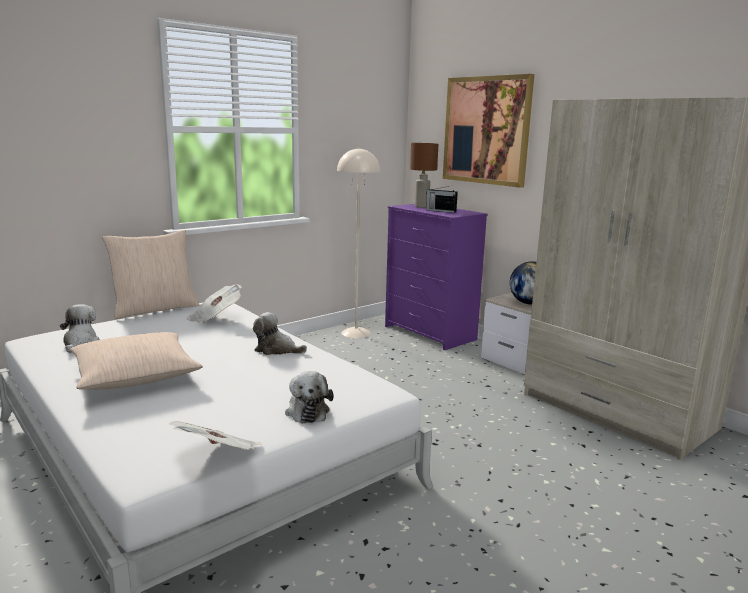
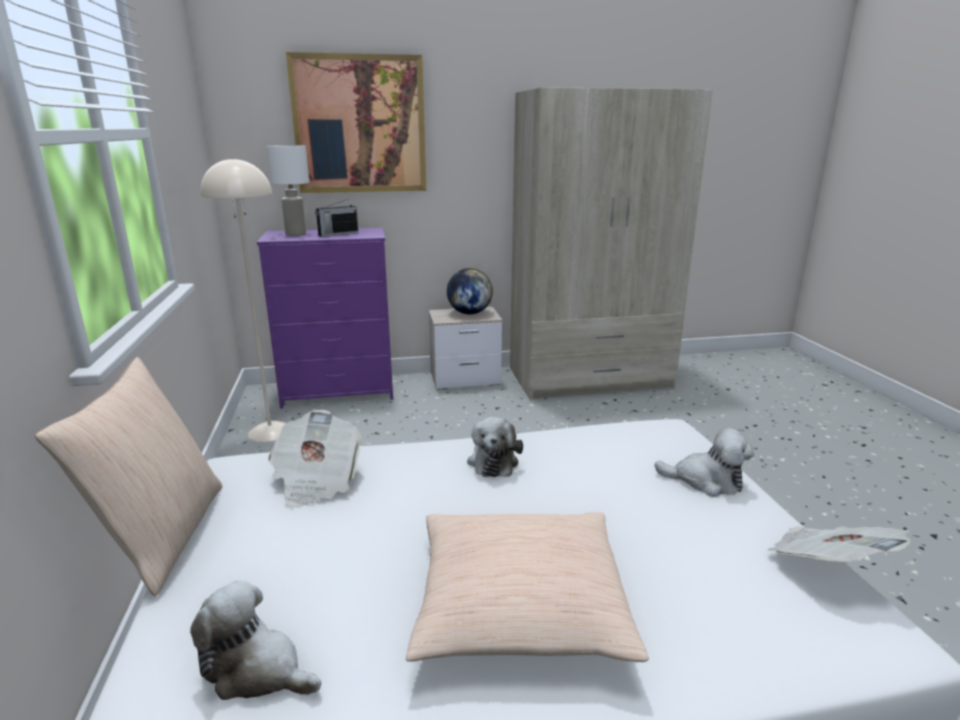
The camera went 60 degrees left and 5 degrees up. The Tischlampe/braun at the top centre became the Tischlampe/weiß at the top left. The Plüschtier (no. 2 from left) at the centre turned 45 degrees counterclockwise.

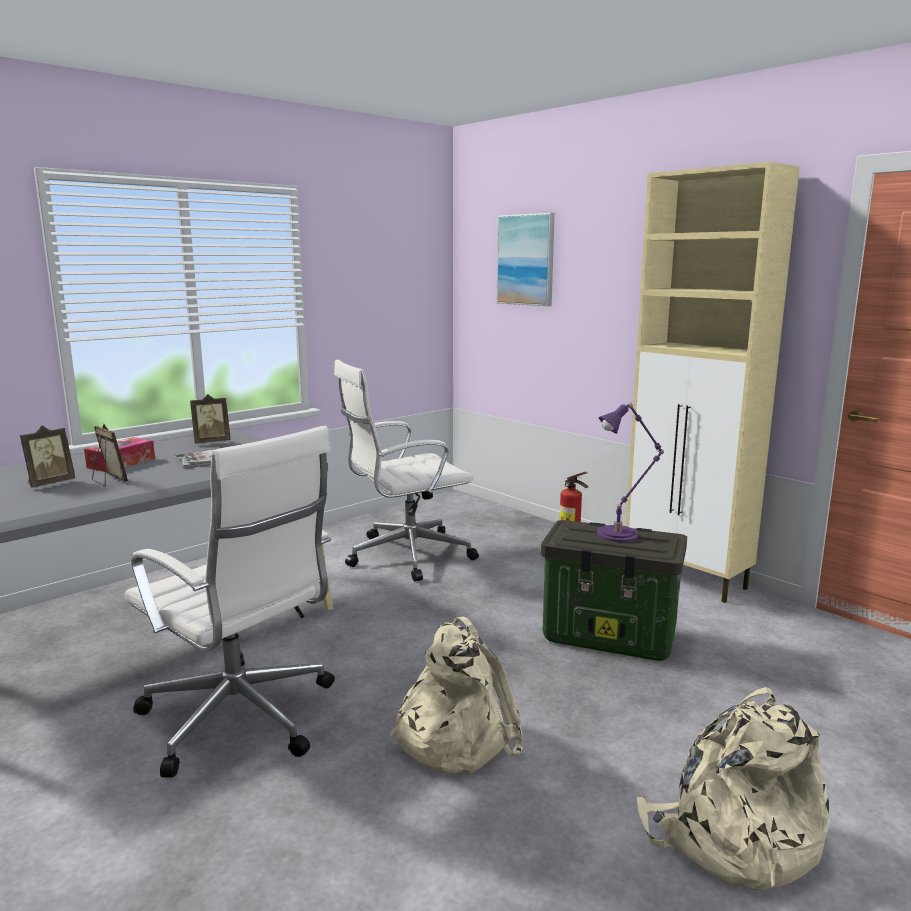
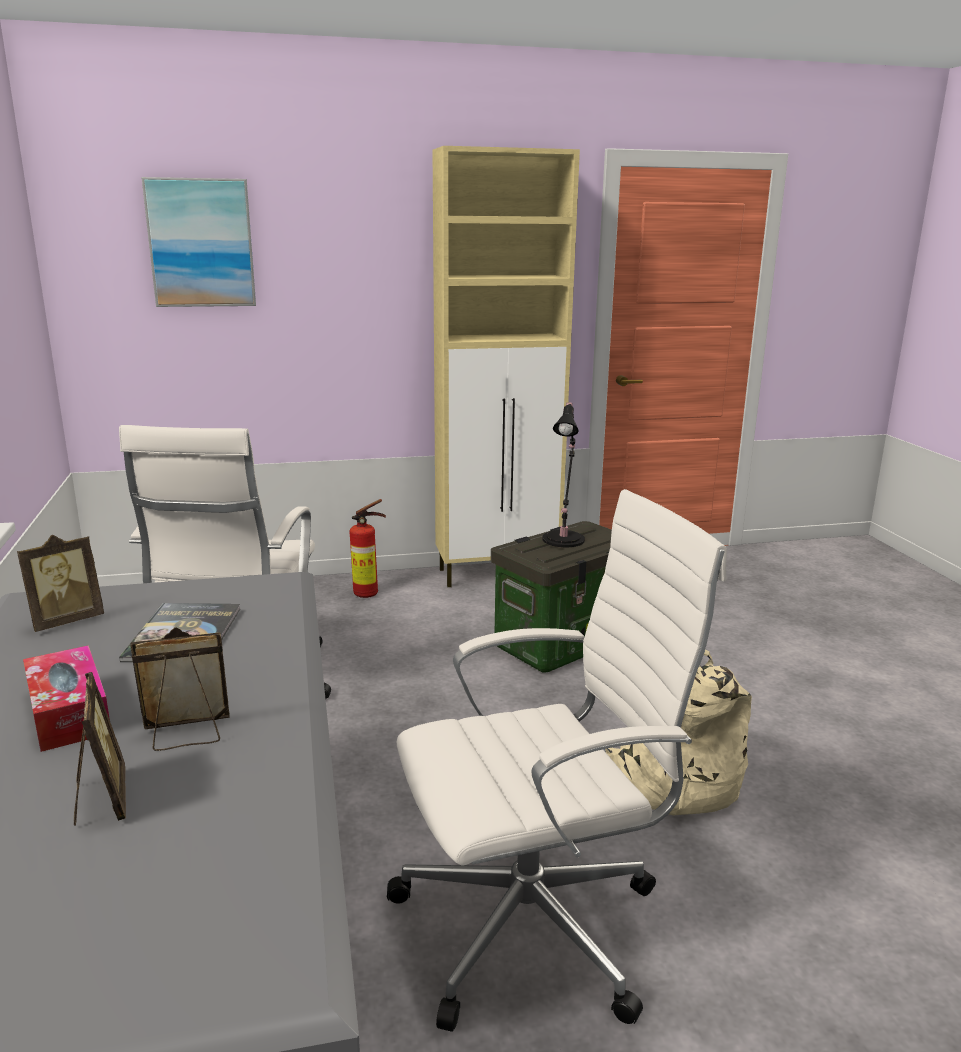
The camera went 60 degrees left and 5 degrees up. The Bilderrahmen (no. 3 from left in the first image) at the middle left turned 45 degrees clockwise. The Tischlampe/lila at the middle right became the Tischlampe/schwarz at the centre. The Rucksack/beige (no. 2 from left) at the bottom right disappeared.

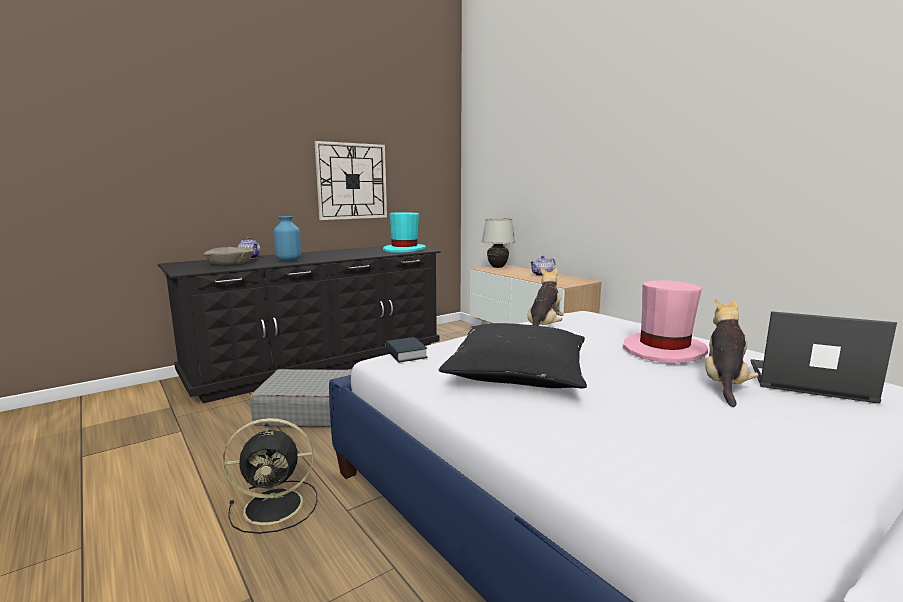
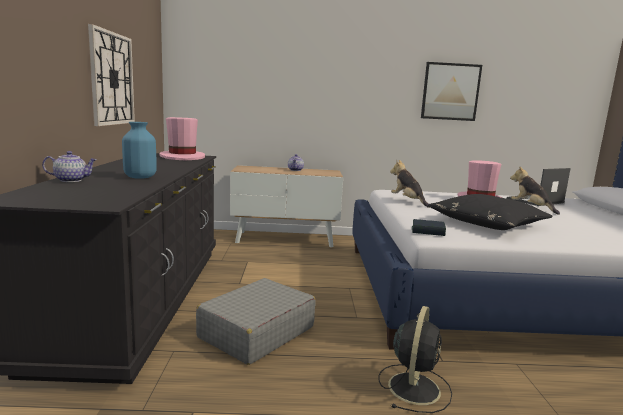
The camera went 55 degrees left and 0 degrees up. The Hut/türkis at the centre became the Hut/rosa (no. 1 from left) at the top left. The Bild at the top right appeared. The Schüssel/beige at the middle left disappeared. The Tischlampe/weiß at the centre disappeared.

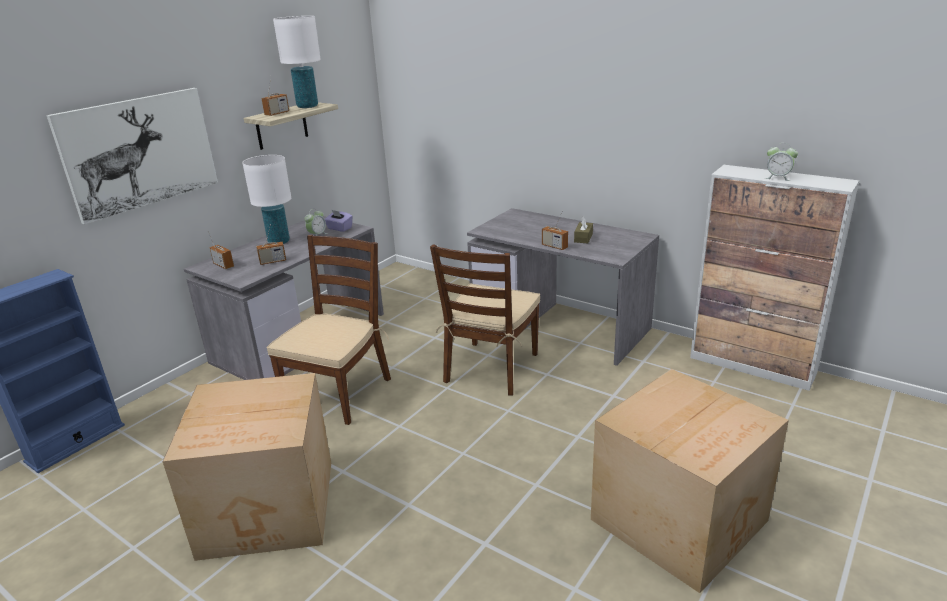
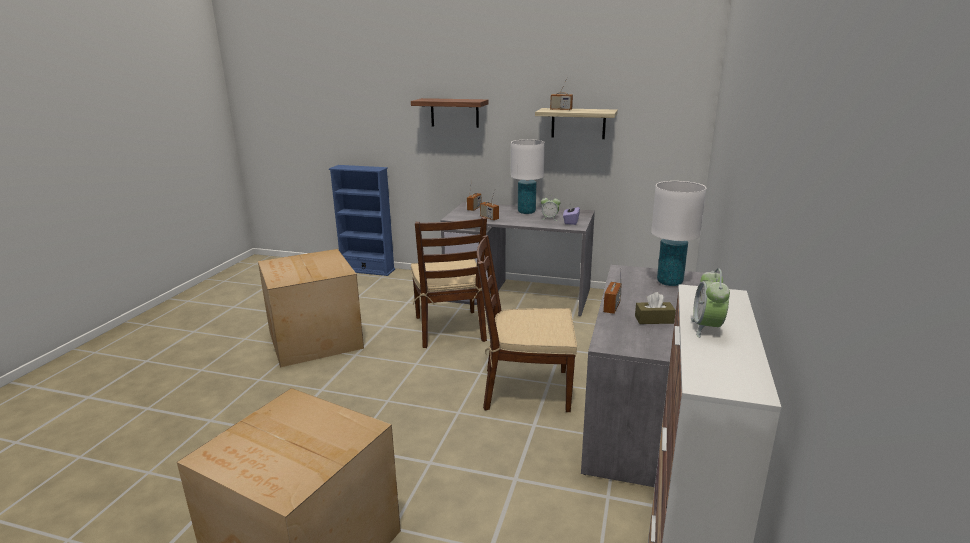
The camera went 70 degrees right and 5 degrees down. The Bild at the top left was replaced by the Wandregal (no. 1 from left) at the top centre. The Stuhl/braun (no. 1 from left) at the centre turned 75 degrees clockwise. The Tischlampe/weiß (no. 2 from left) moved from the top left to the middle right.

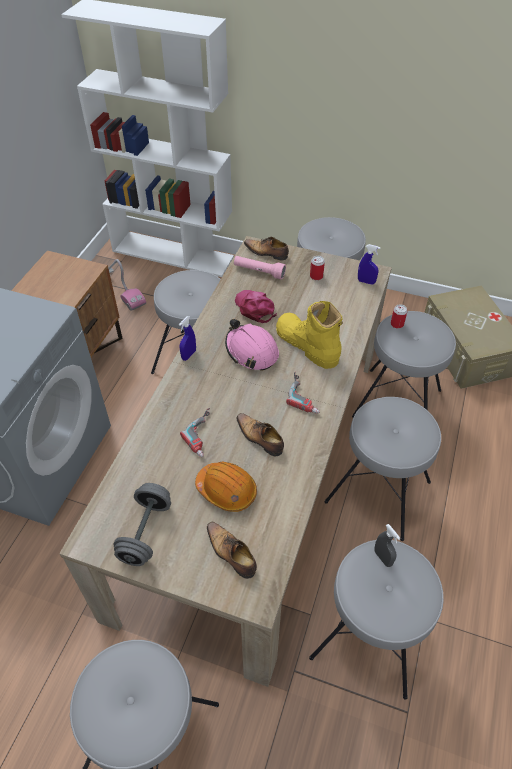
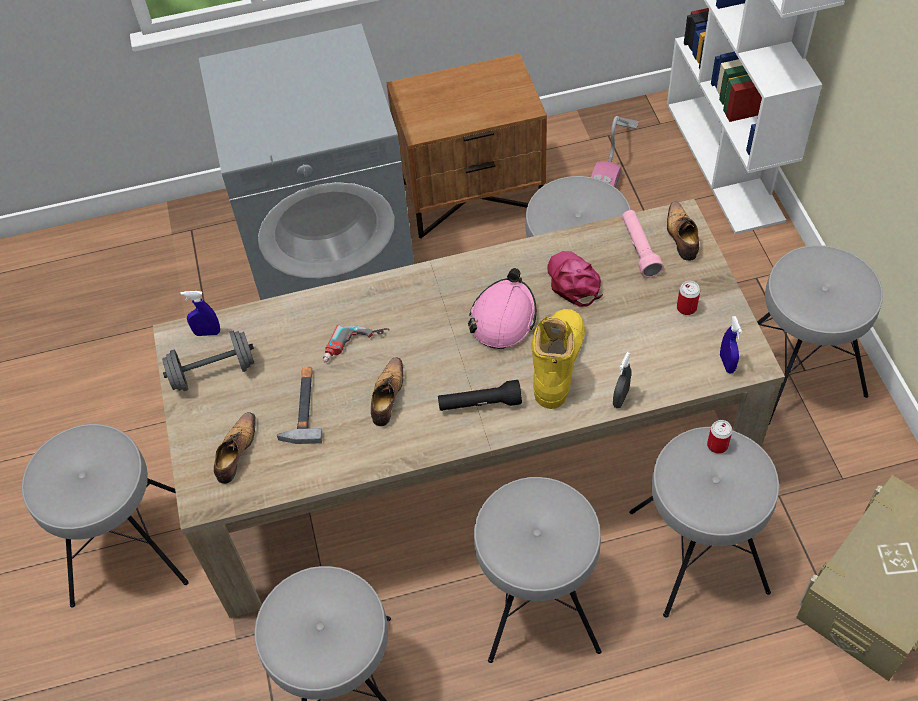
The camera went 60 degrees right and 5 degrees up. The Sprühflasche/blau (no. 1 from left) moved from the centre to the middle left. The Schutzhelm/orange at the centre was replaced by the Hammer at the middle left. The Bohrmaschine (no. 2 from left) at the centre was replaced by the Taschenlampe/schwarz at the centre. The Kappe/rosa at the centre turned 45 degrees counterclockwise. The Sprühflasche/grau moved from the bottom right to the middle right.

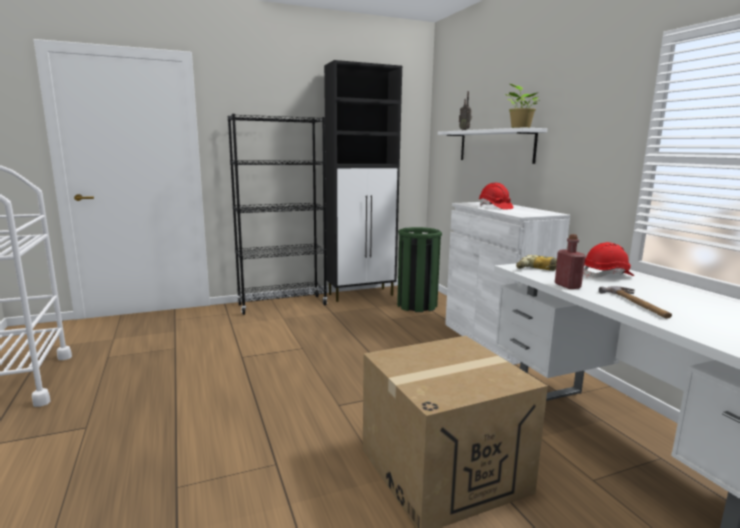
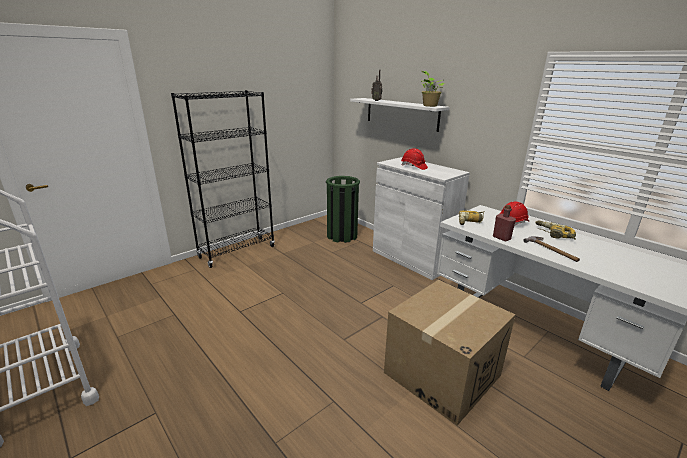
The camera went 20 degrees left and 10 degrees up. The Bohrmaschine (no. 2 from left) at the middle right appeared. The Schrank/schwarz at the centre disappeared.

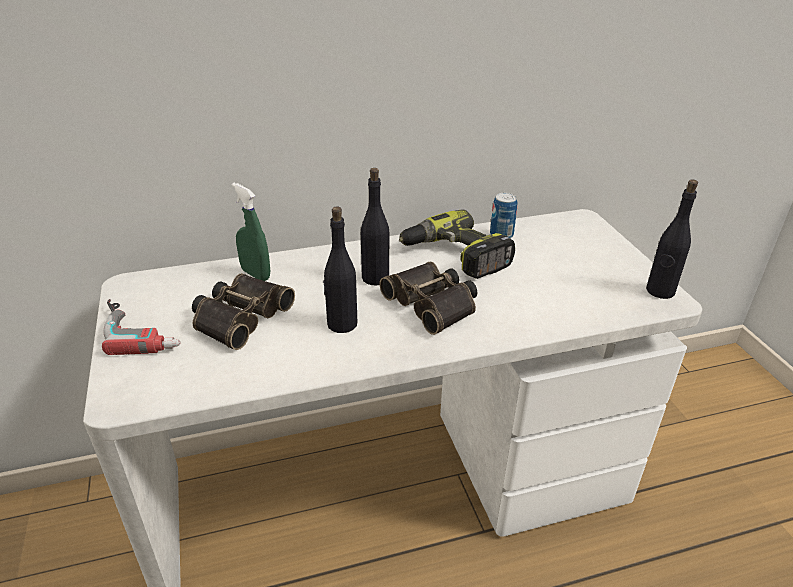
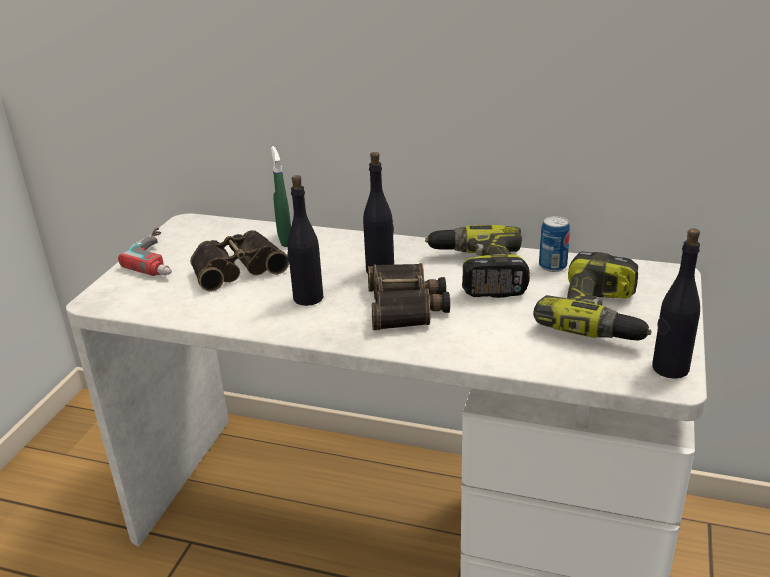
The camera went 35 degrees right and 5 degrees down. The Bohrmaschine (no. 3 from left) at the middle right appeared.

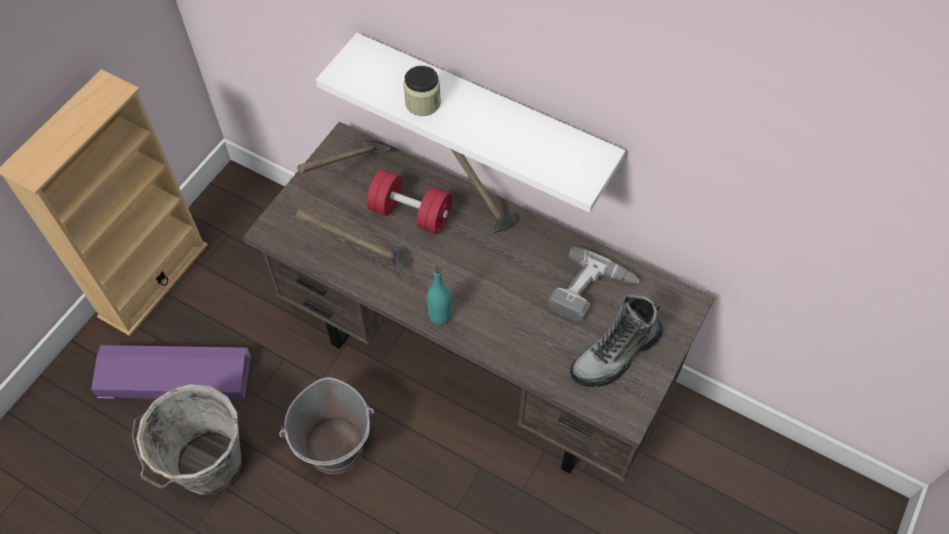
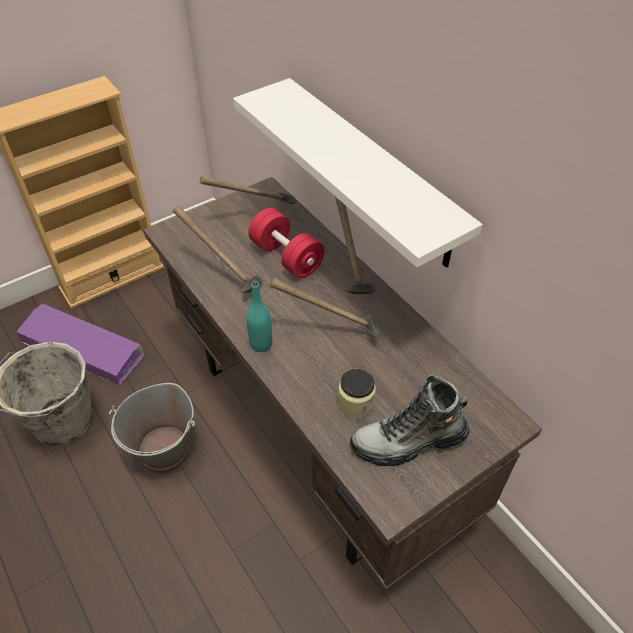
The camera went 25 degrees right and 10 degrees down. The Hammer (no. 3 from left) at the centre appeared. The Vorratsglas moved from the top centre to the centre. The Bohrmaschine at the centre disappeared.

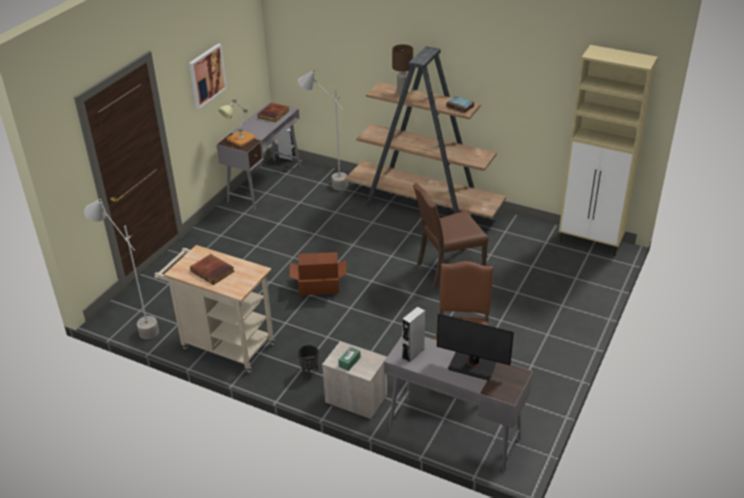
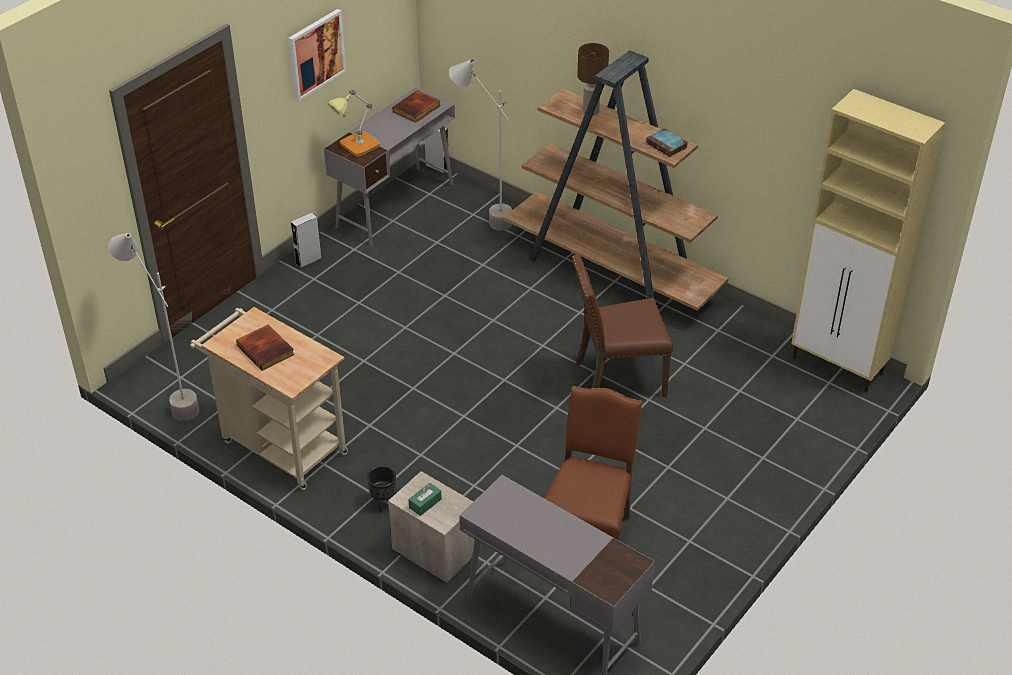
The camera went 10 degrees right and 5 degrees up. The Lautsprecher/grau (no. 2 from left in the first image) moved from the bottom centre to the middle left. The Karton at the centre disappeared. The Monitor at the bottom centre disappeared.

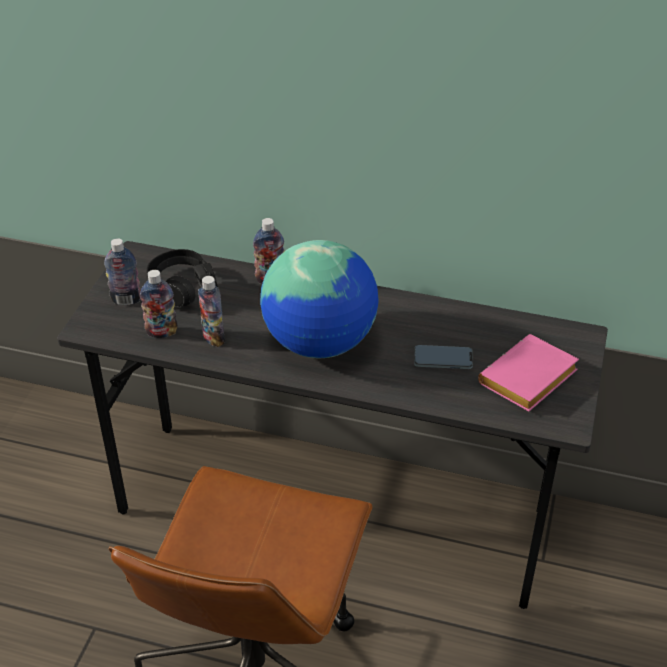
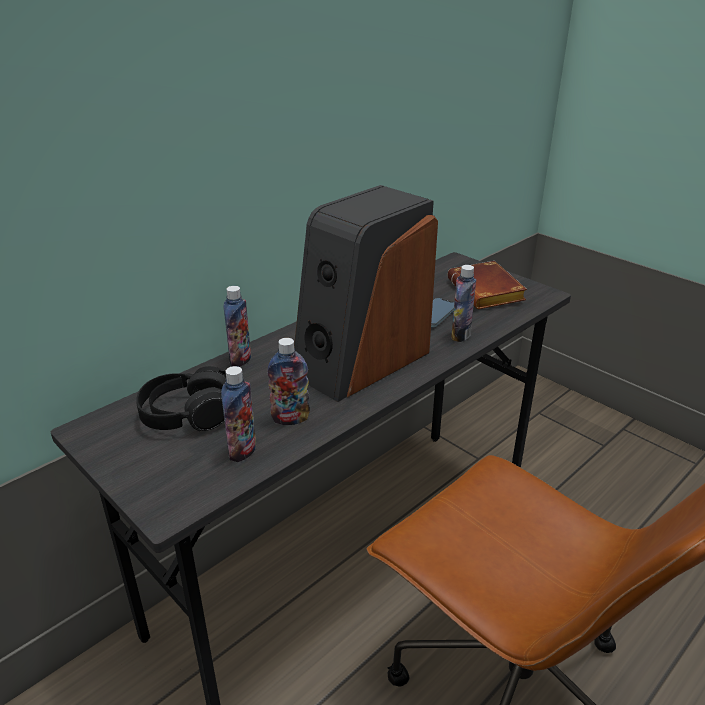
The camera went 60 degrees left and 10 degrees down. The Globus at the centre was replaced by the Lautsprecher at the centre. The Buch/rosa at the middle right became the Buch/braun at the middle right. The Flasche (no. 1 from left in the first image) moved from the middle left to the centre.

